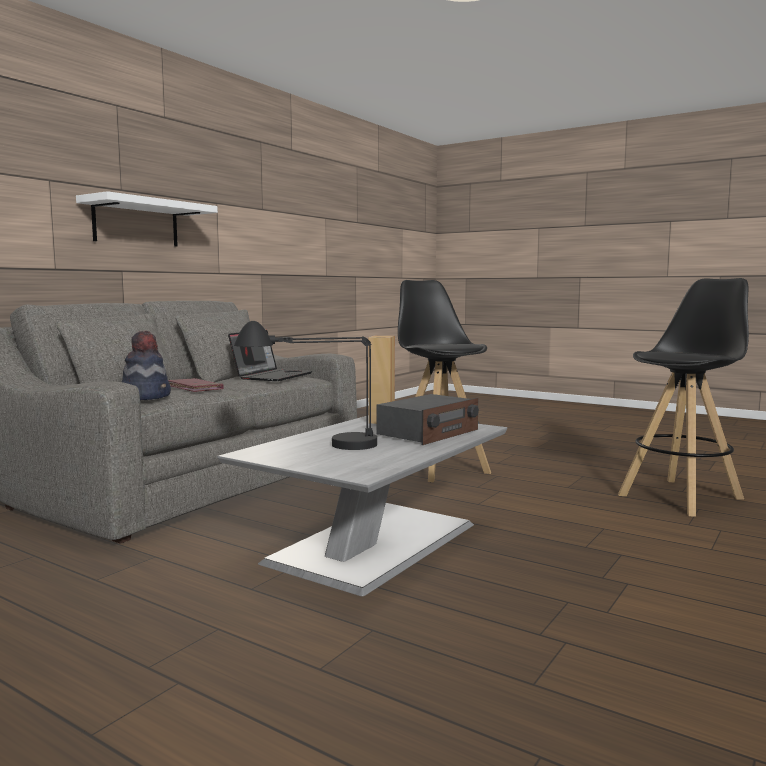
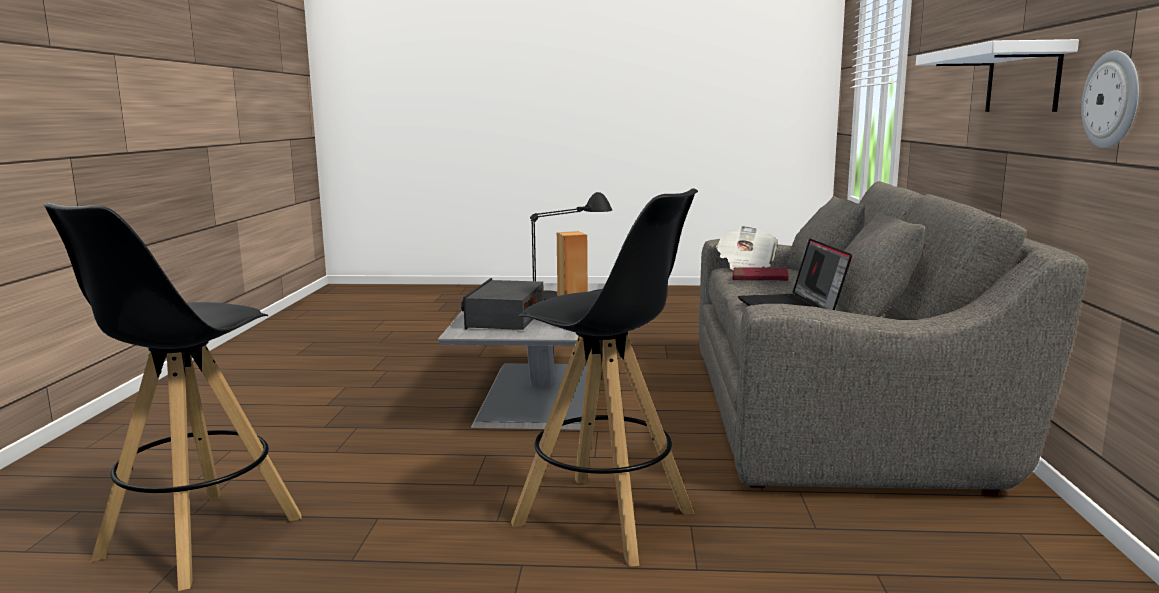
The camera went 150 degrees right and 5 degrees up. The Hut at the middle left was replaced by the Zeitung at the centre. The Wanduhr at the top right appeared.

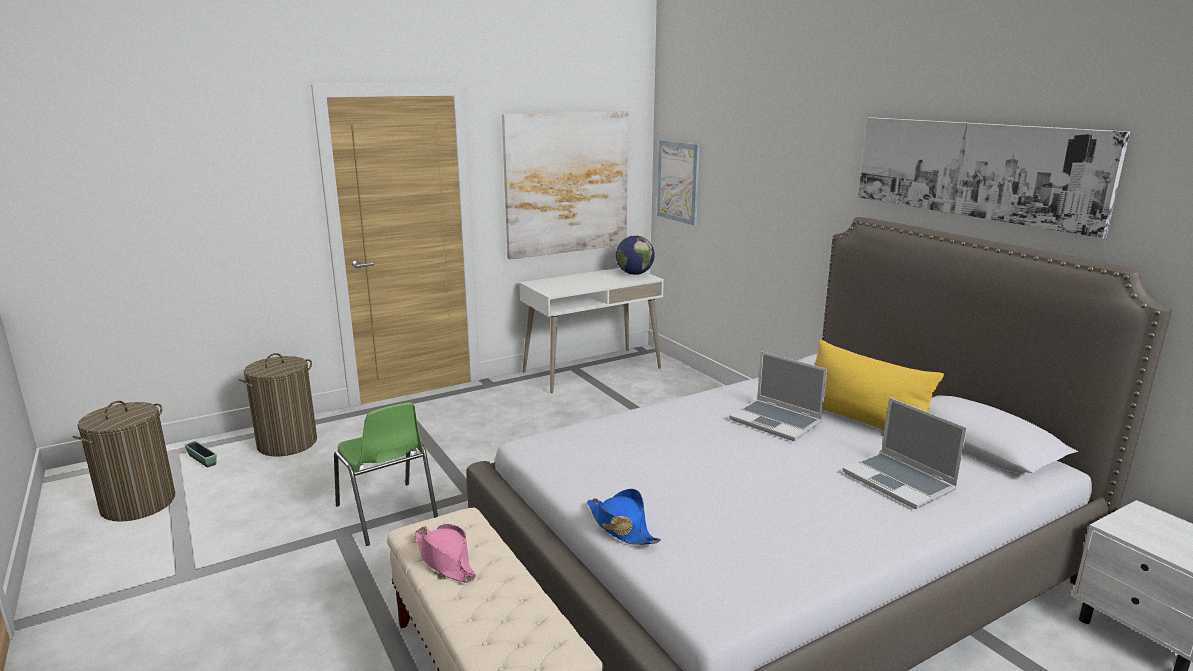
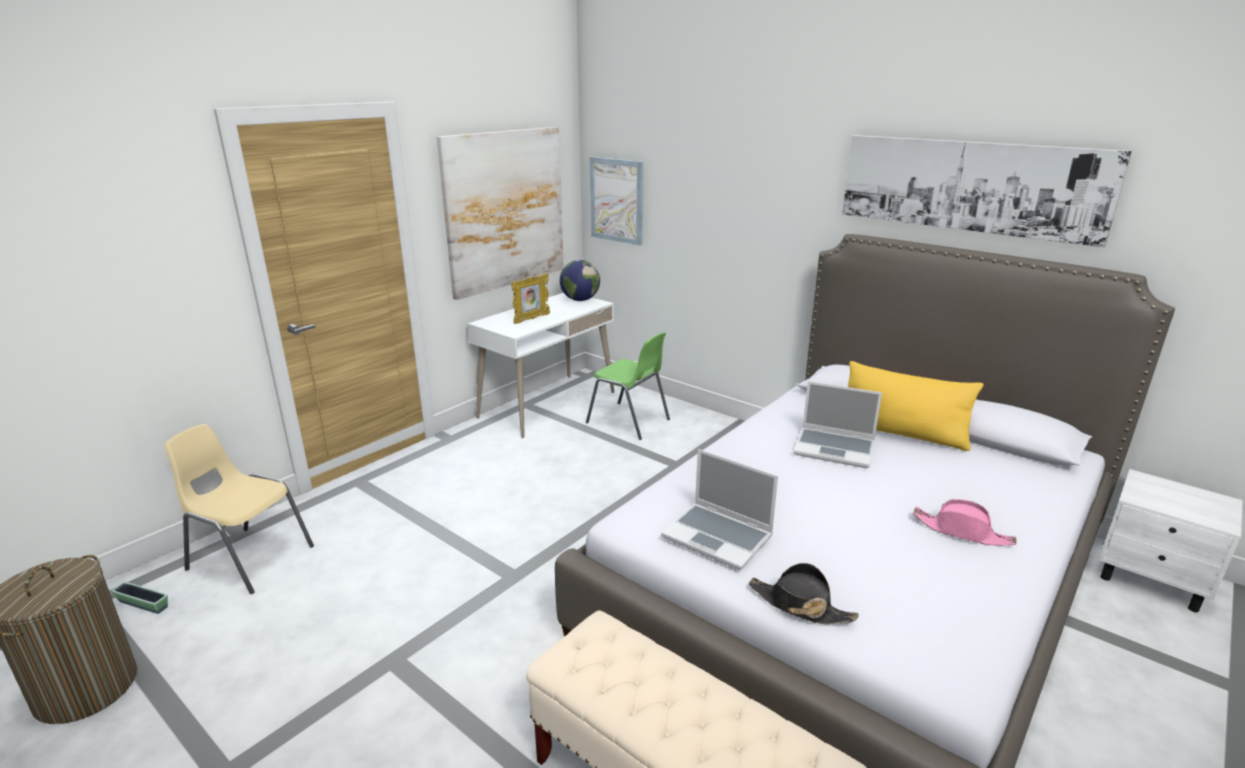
The camera went 20 degrees left and 5 degrees up. The Wäschekorb (no. 2 from left) at the middle left was replaced by the Stuhl/beige at the middle left. The Bilderrahmen at the centre appeared. The Stuhl/grün moved from the bottom left to the centre. The Laptop (no. 2 from left in the first image) moved from the bottom right to the centre. The Hut/blau at the bottom centre became the Hut/schwarz at the bottom centre. The Hut/rosa moved from the bottom centre to the bottom right.

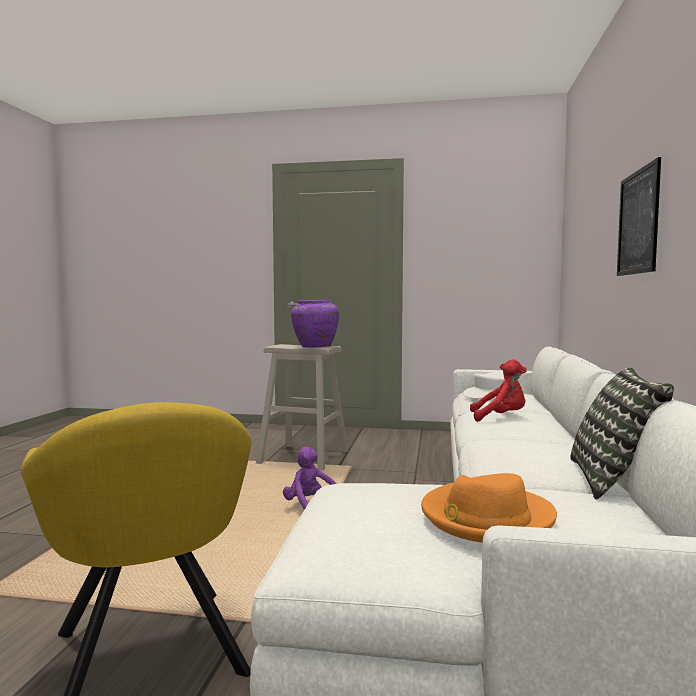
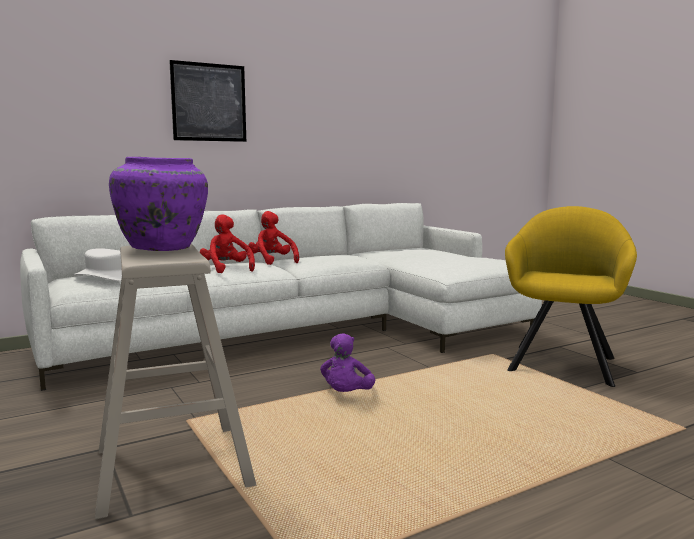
The camera went 130 degrees left and 5 degrees up. The Plüschtier/rot (no. 2 from left) at the centre appeared. The Hut/orange at the bottom right disappeared. The Kissen at the middle right disappeared.

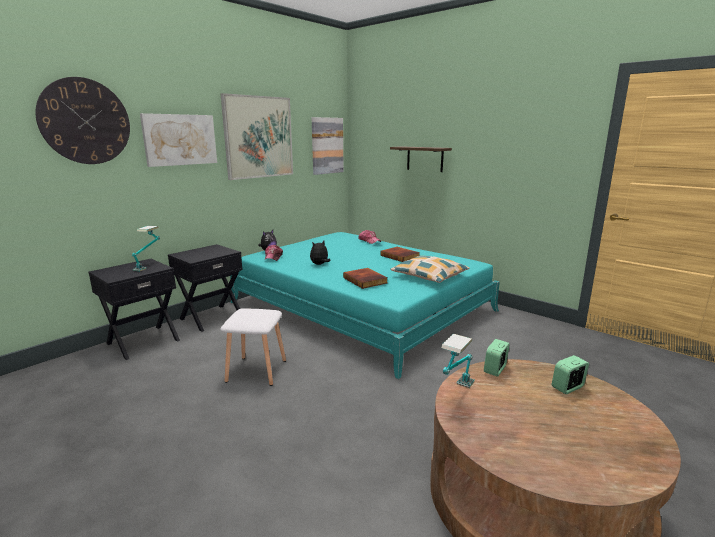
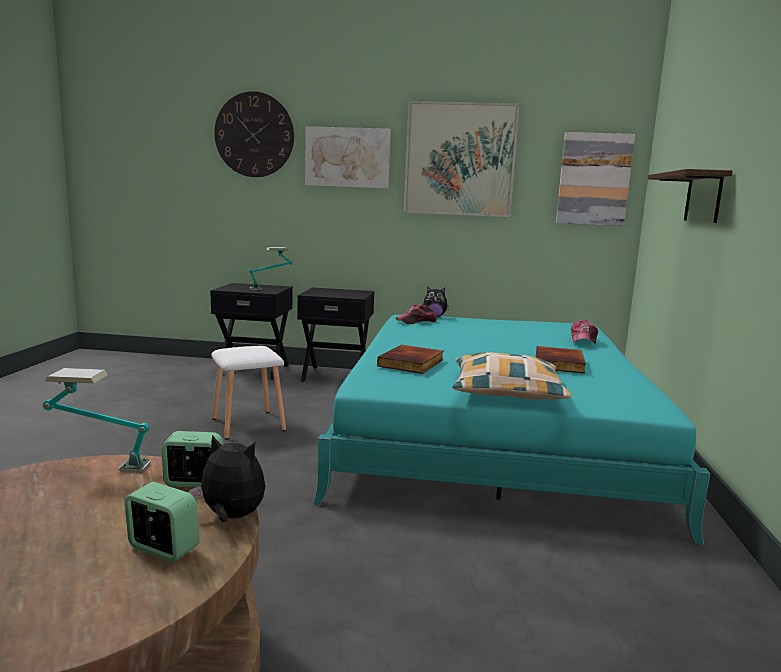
The camera went 55 degrees right and 5 degrees down. The Plüschtier (no. 2 from left in the first image) moved from the centre to the bottom left.

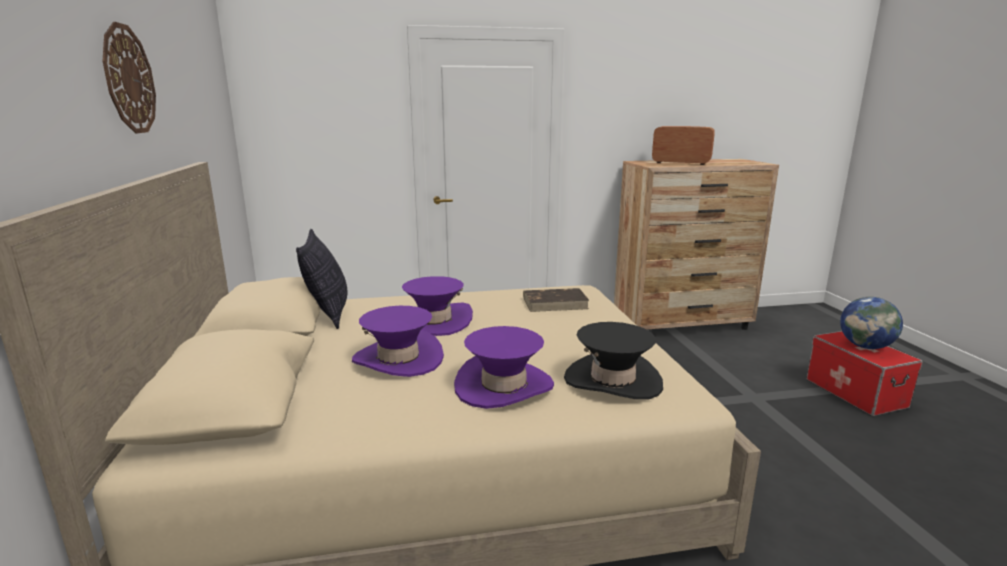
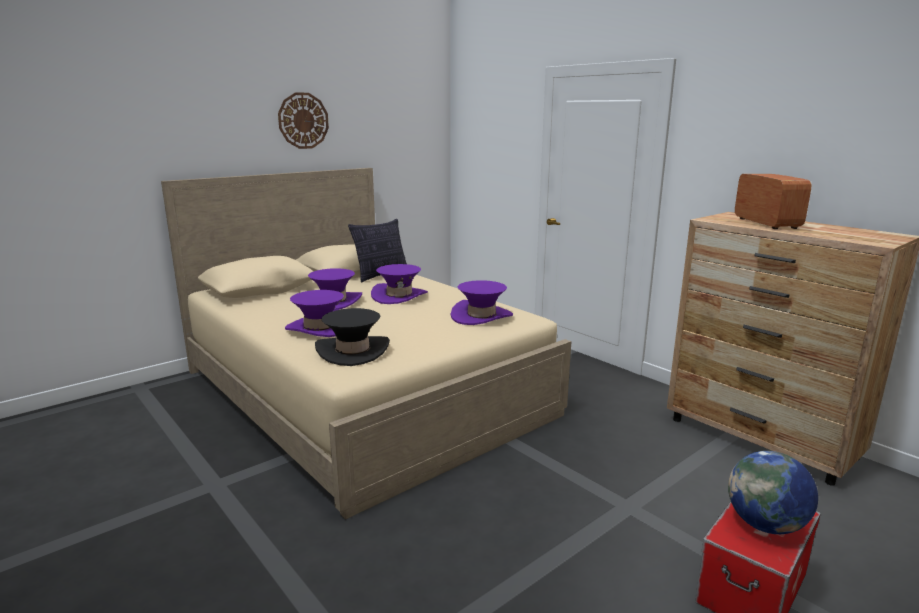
The camera went 60 degrees right and 0 degrees up. The Buch/braun at the centre was replaced by the Hut/lila (no. 4 from left) at the centre.

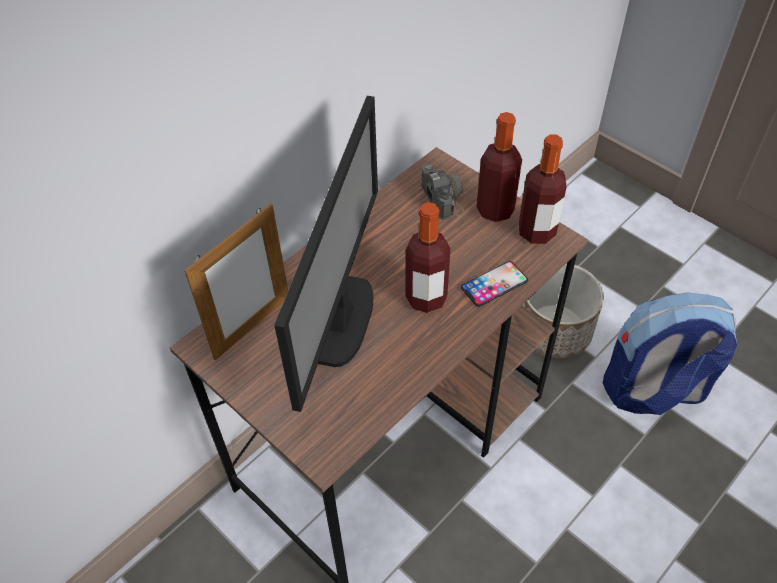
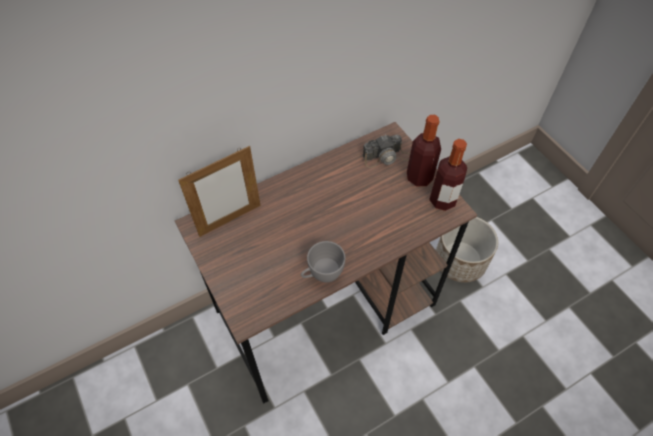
The camera went 15 degrees right and 5 degrees up. The Tasse/grau at the centre appeared. The Kamera at the top centre turned 75 degrees clockwise. The Monitor at the centre disappeared. The Flasche (no. 1 from left) at the centre disappeared. The Handy at the centre disappeared. The Rucksack at the middle right disappeared.

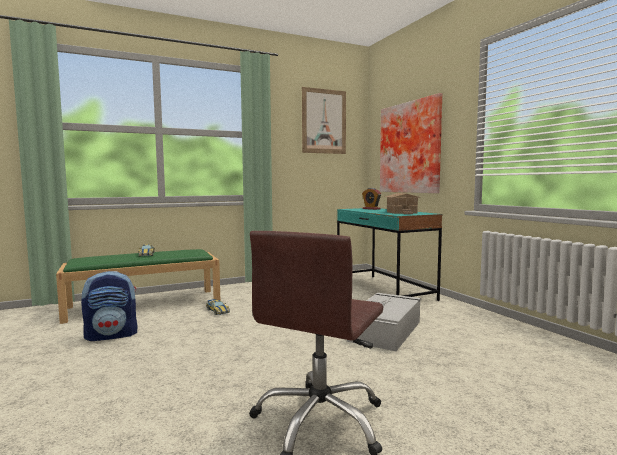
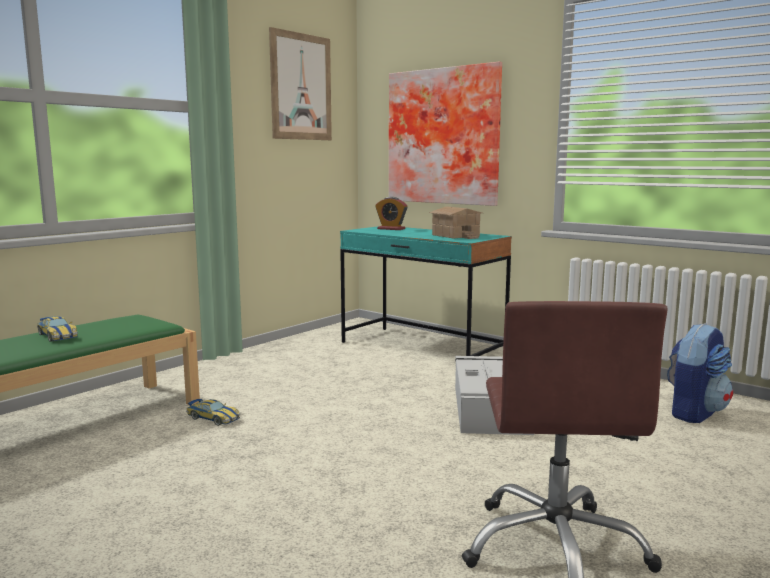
The camera went 25 degrees left and 5 degrees up. The Rucksack moved from the bottom left to the middle right.

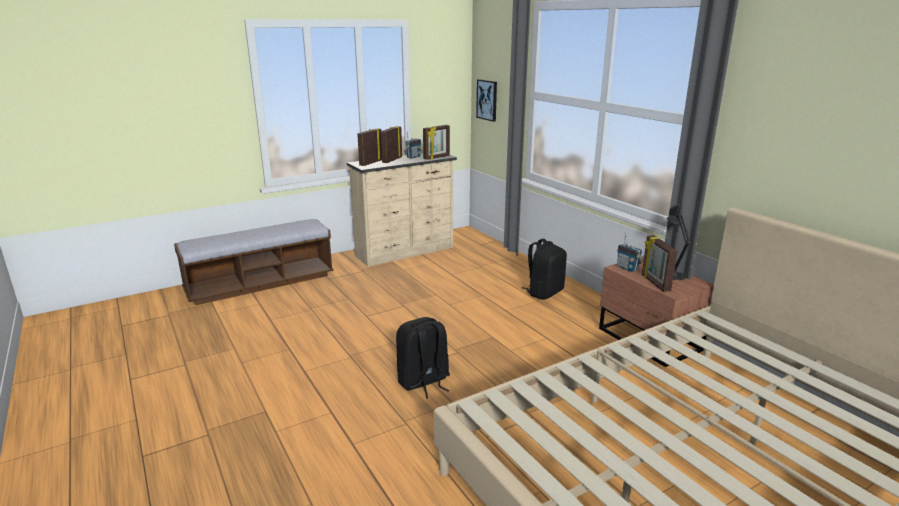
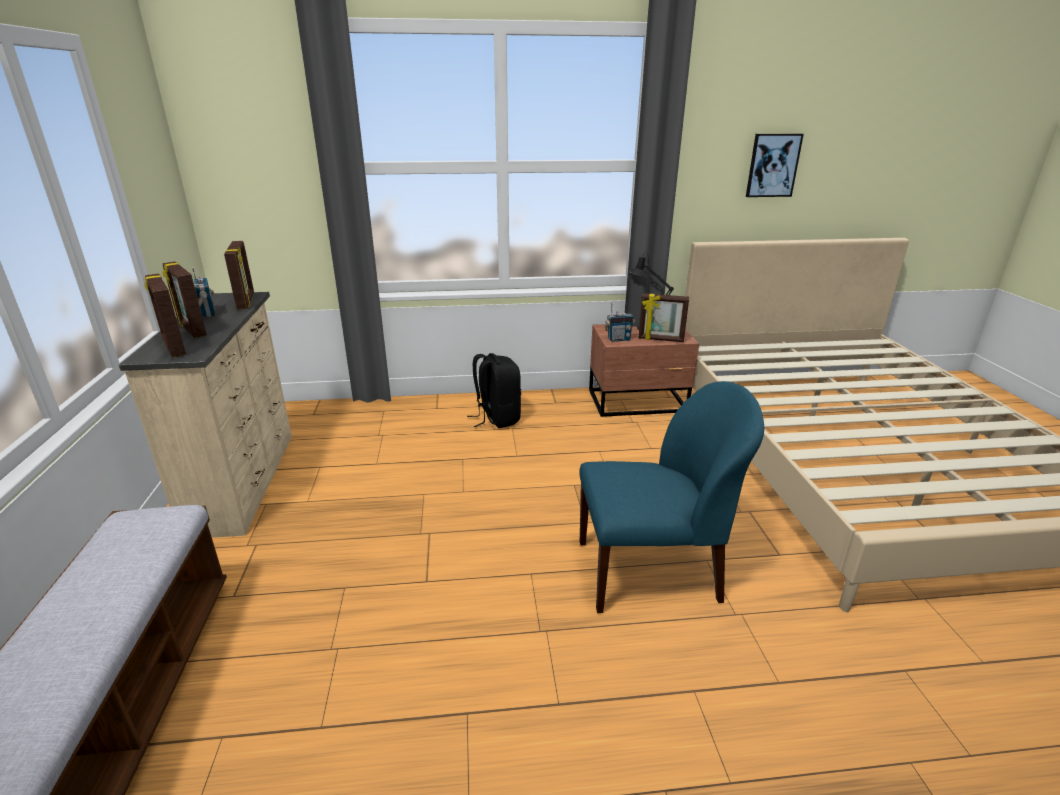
The camera went 65 degrees left and 5 degrees up. The Rucksack/schwarz (no. 1 from left) at the bottom centre was replaced by the Stuhl/blau at the centre. The Bild moved from the top centre to the top right.

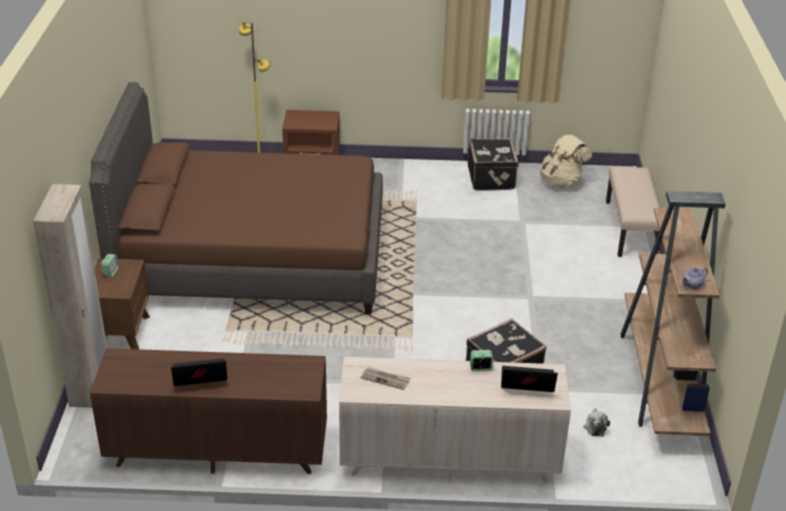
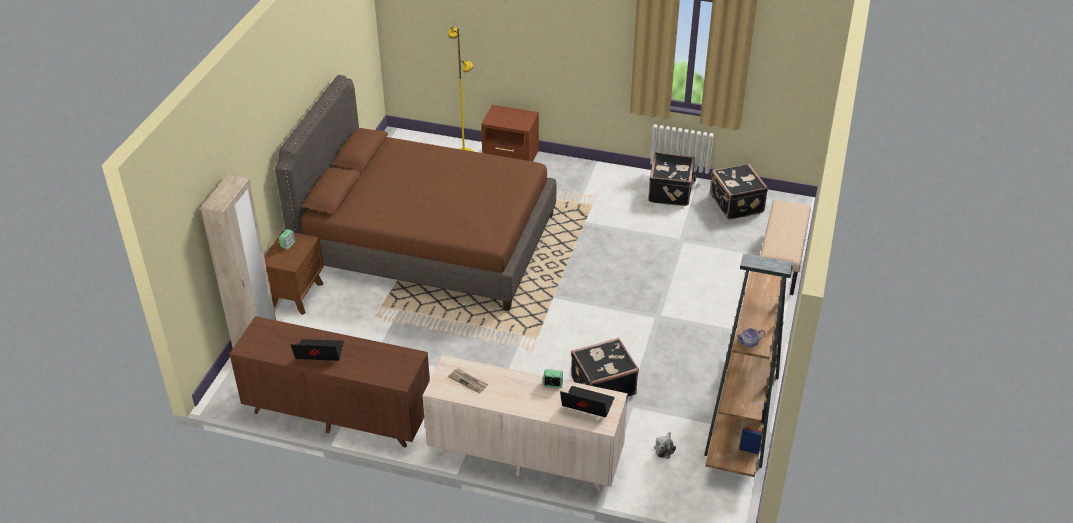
The camera went 15 degrees right and 5 degrees up. The Rucksack/beige at the top right was replaced by the Koffer/schwarz (no. 3 from left) at the middle right.

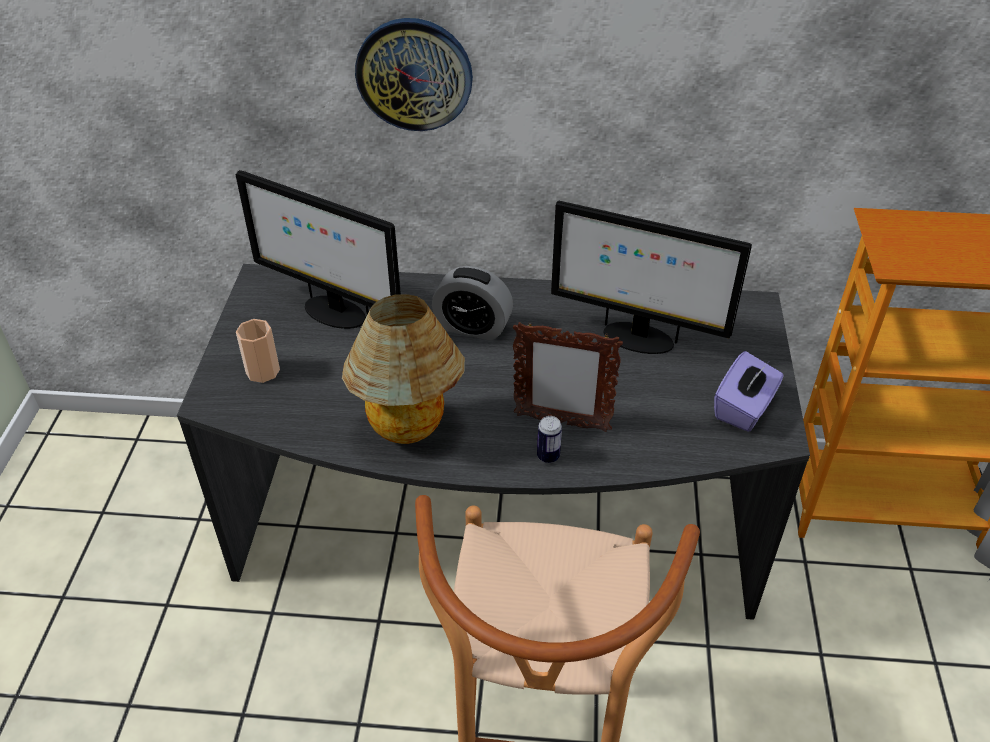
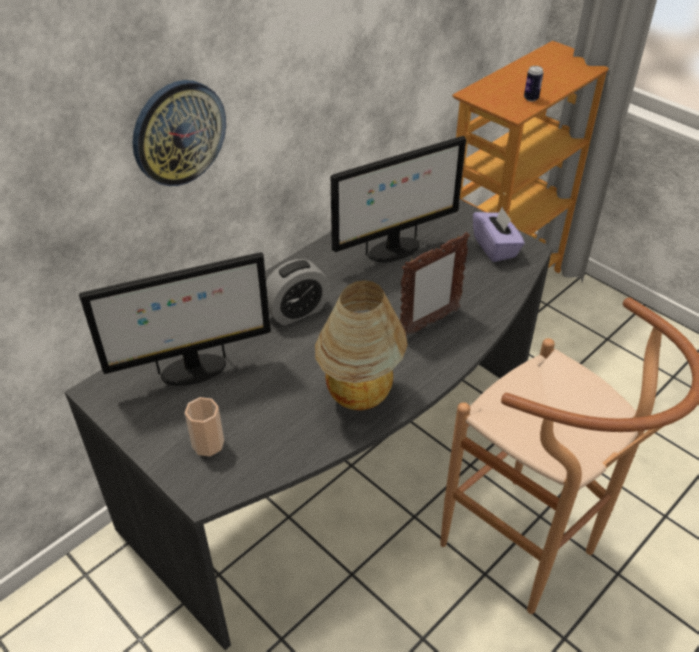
The camera went 50 degrees left and 0 degrees up. The Dose moved from the centre to the top right.

